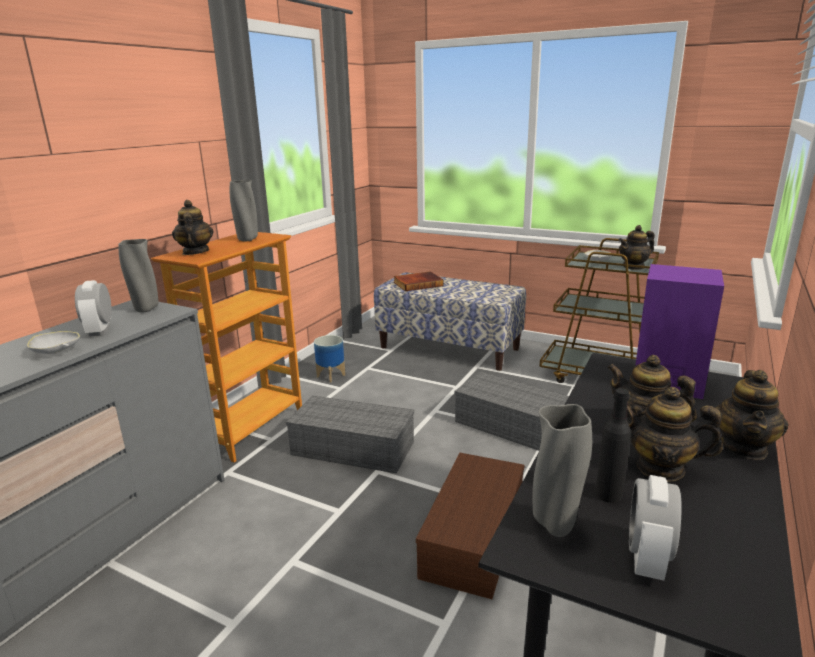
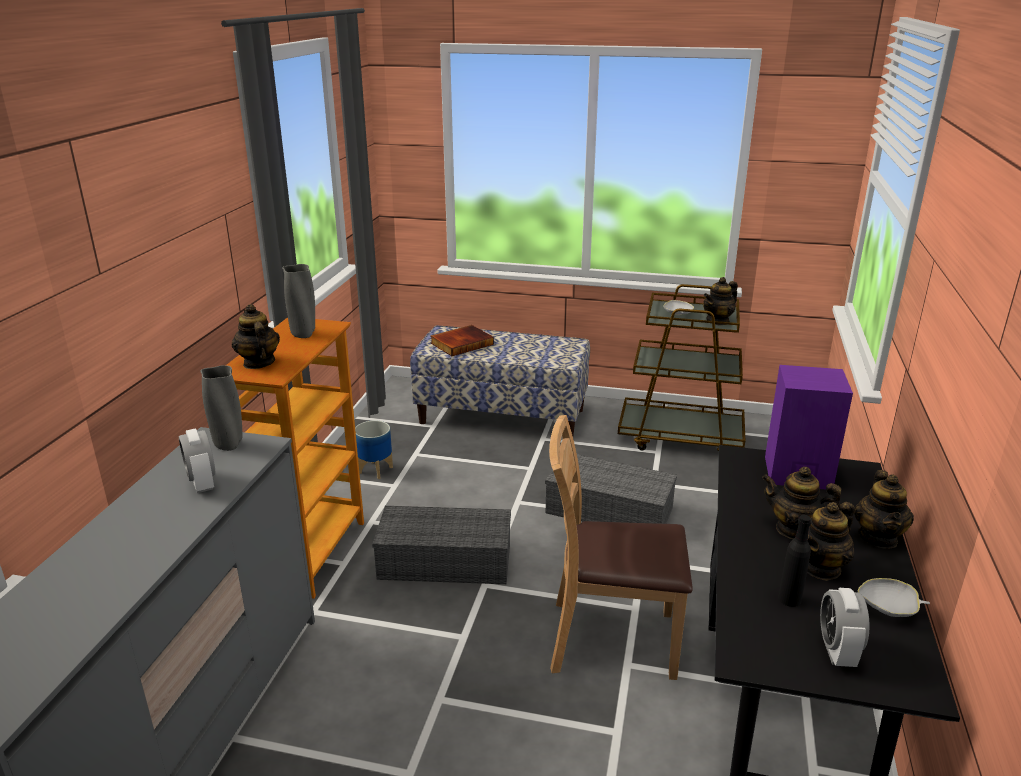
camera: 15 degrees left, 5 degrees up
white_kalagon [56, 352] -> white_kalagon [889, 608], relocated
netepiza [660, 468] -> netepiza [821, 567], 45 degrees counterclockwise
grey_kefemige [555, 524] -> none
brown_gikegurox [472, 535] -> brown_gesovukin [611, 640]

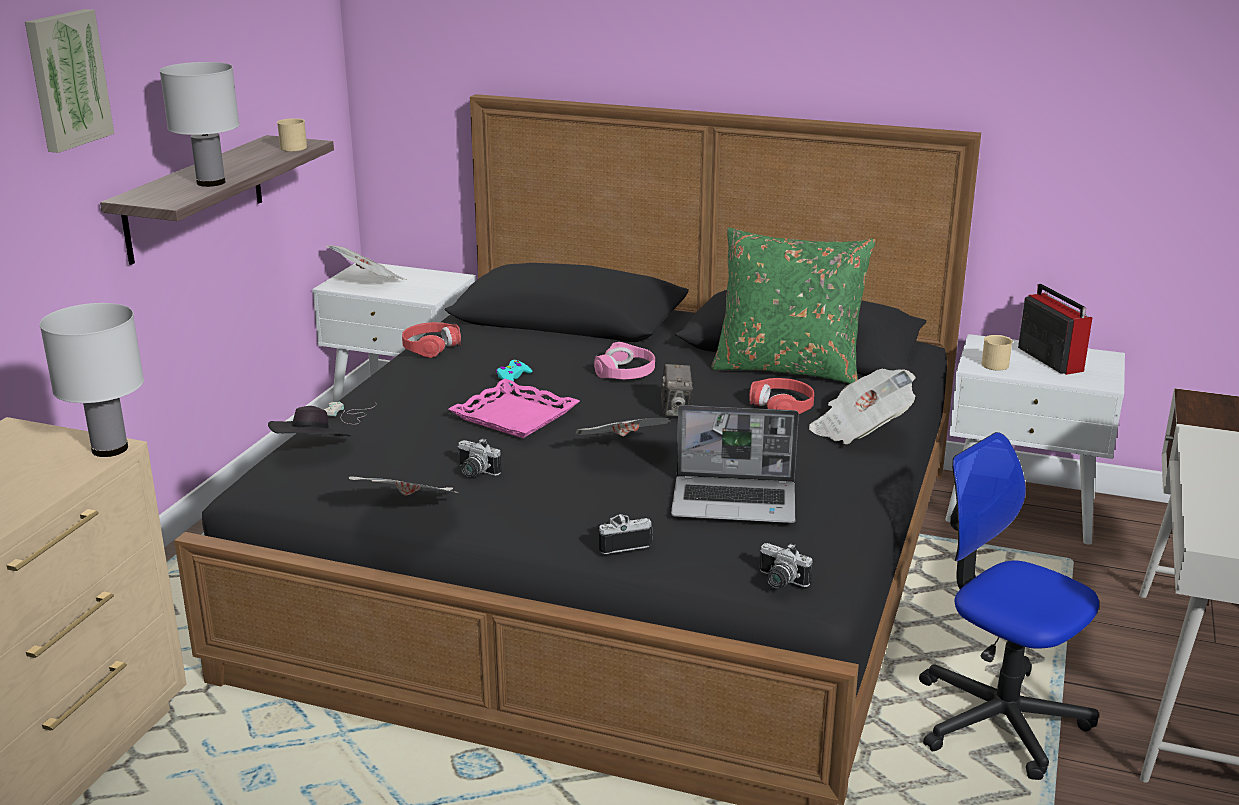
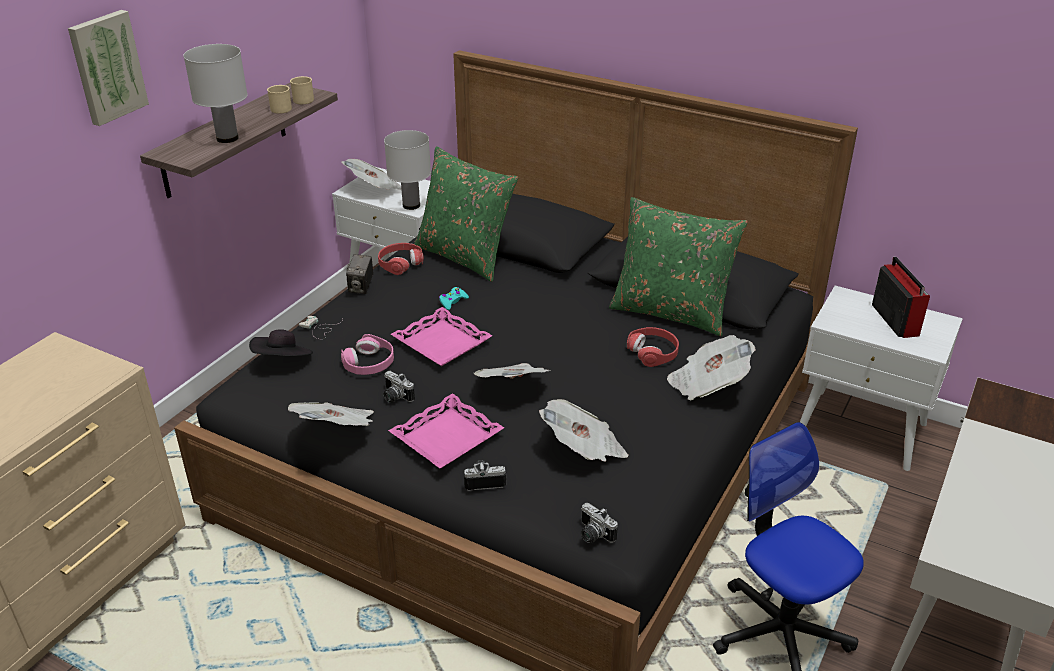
camera: 10 degrees right, 10 degrees up
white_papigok [110, 448] -> white_papigok [411, 205], relocated
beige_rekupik [993, 363] -> beige_rekupik [282, 108], relocated
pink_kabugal [626, 372] -> pink_kabugal [369, 363], relocated
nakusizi [676, 411] -> nakusizi [361, 287], relocated
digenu [735, 502] -> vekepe [584, 449]
none -> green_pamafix [465, 256]
none -> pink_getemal [446, 437]

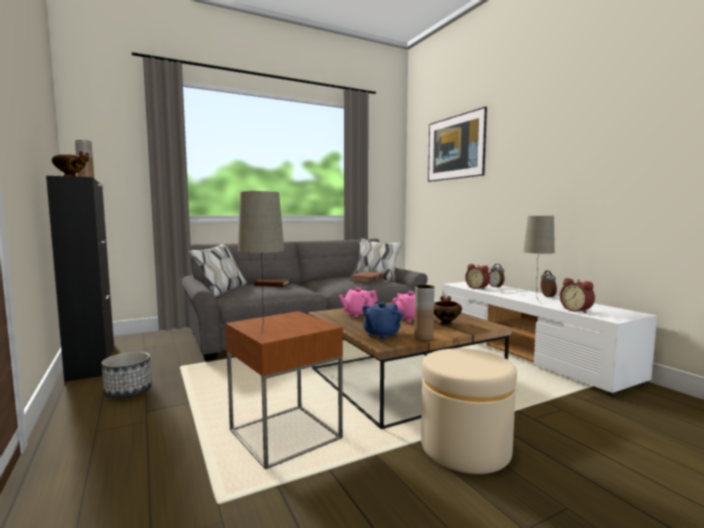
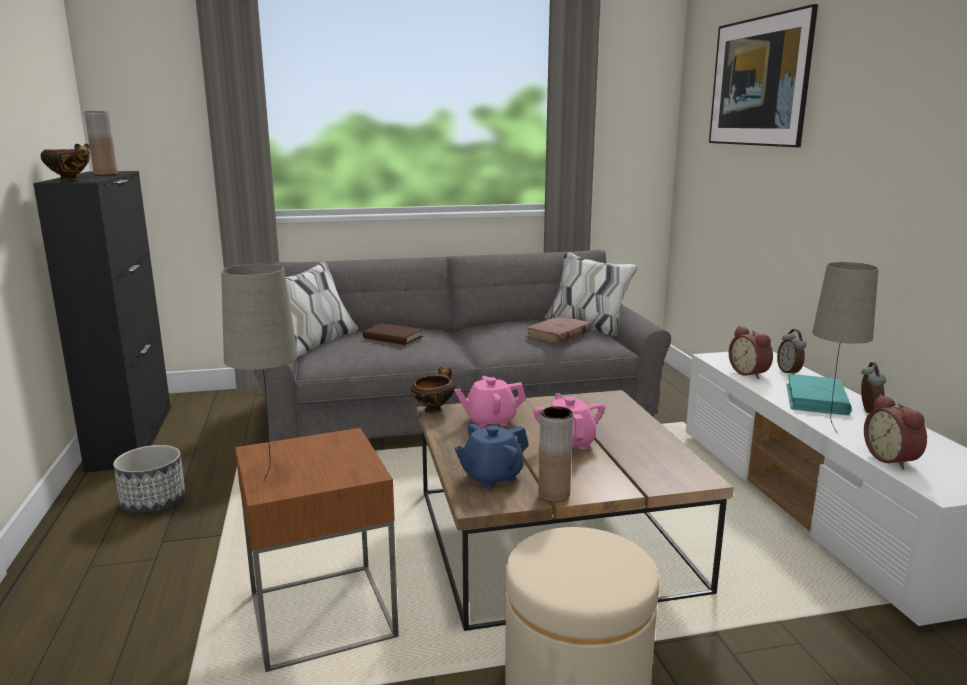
camera: 15 degrees right, 10 degrees up
kalagon [445, 324] -> kalagon [434, 410], relocated
none -> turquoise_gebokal [816, 399]

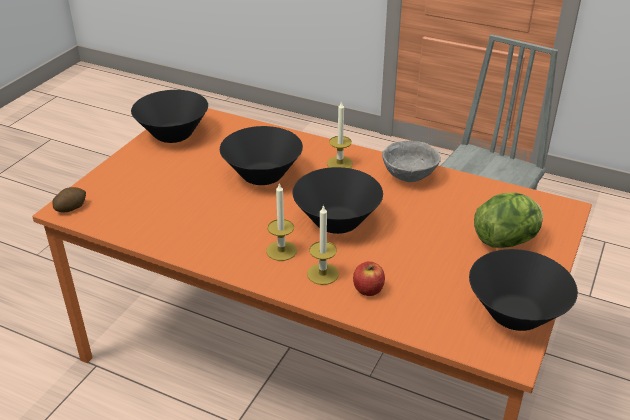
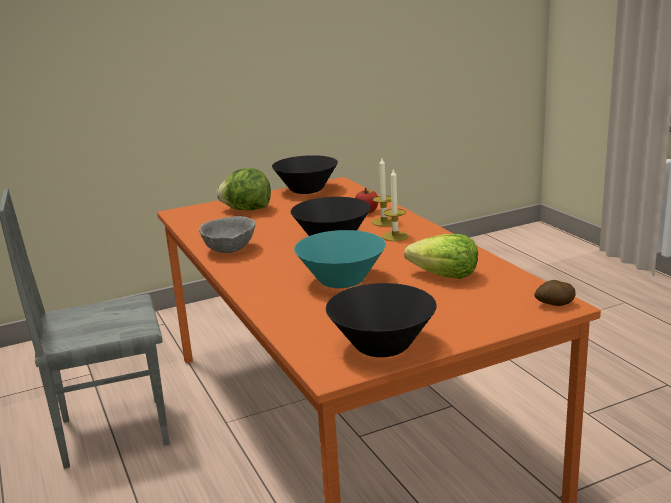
camera: 140 degrees left, 15 degrees down
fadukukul [339, 163] -> none
black_kalagon [262, 175] -> turquoise_kalagon [341, 281]
none -> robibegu [445, 275]

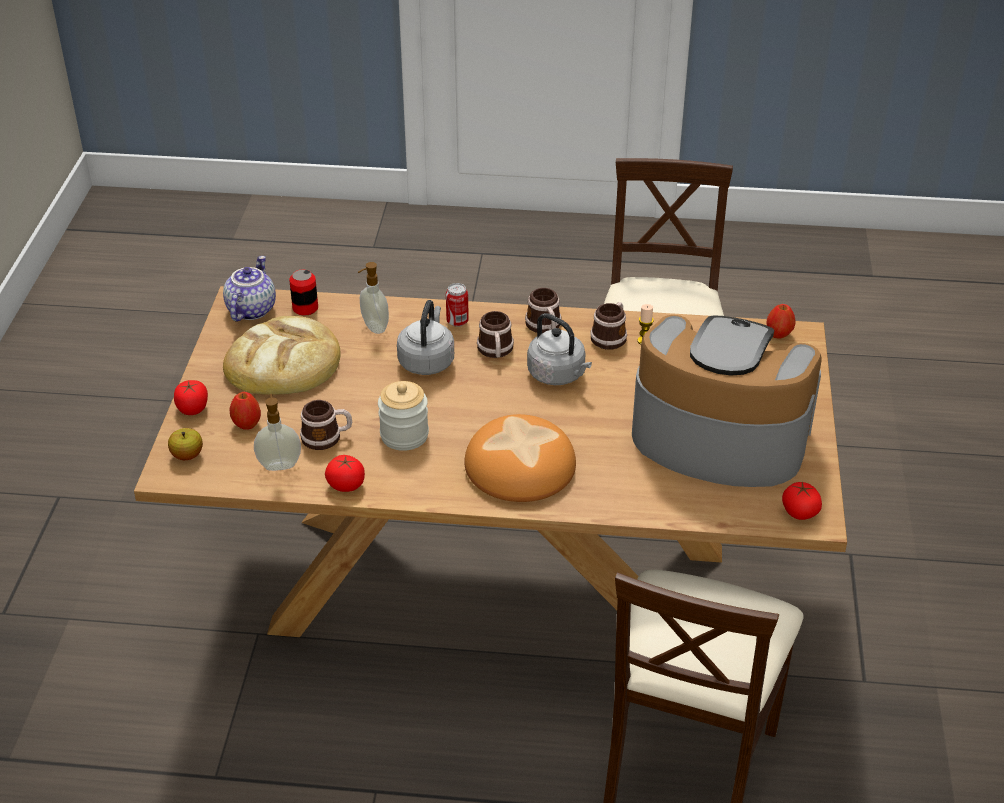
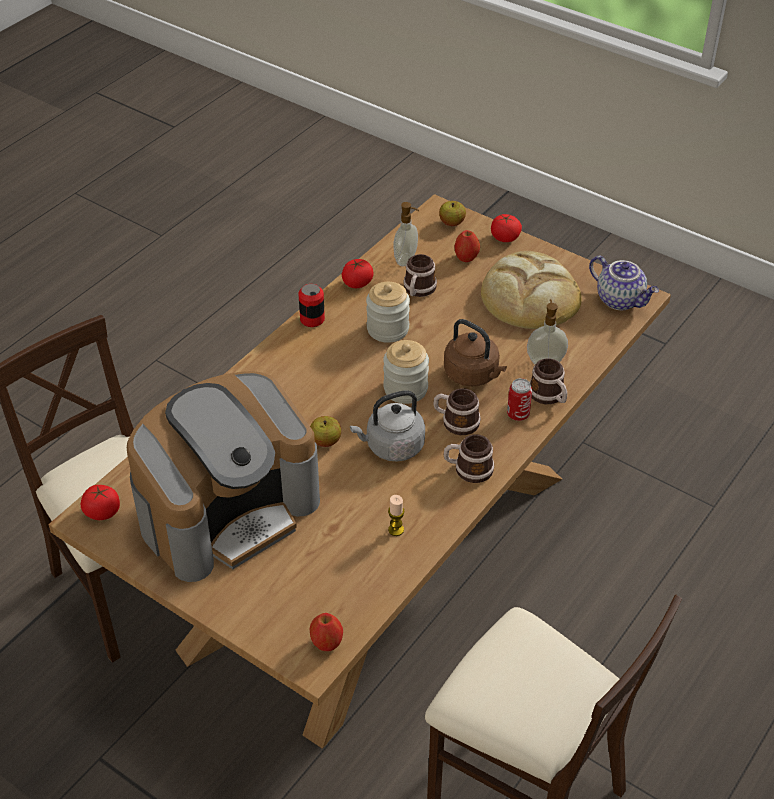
camera: 120 degrees right, 5 degrees up
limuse [305, 308] -> limuse [312, 319], relocated
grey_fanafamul [427, 361] -> brown_fanafamul [473, 375]
rekupik [610, 336] -> rekupik [549, 396], relocated
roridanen [518, 466] -> none
none -> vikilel [405, 389]
none -> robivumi [325, 441]

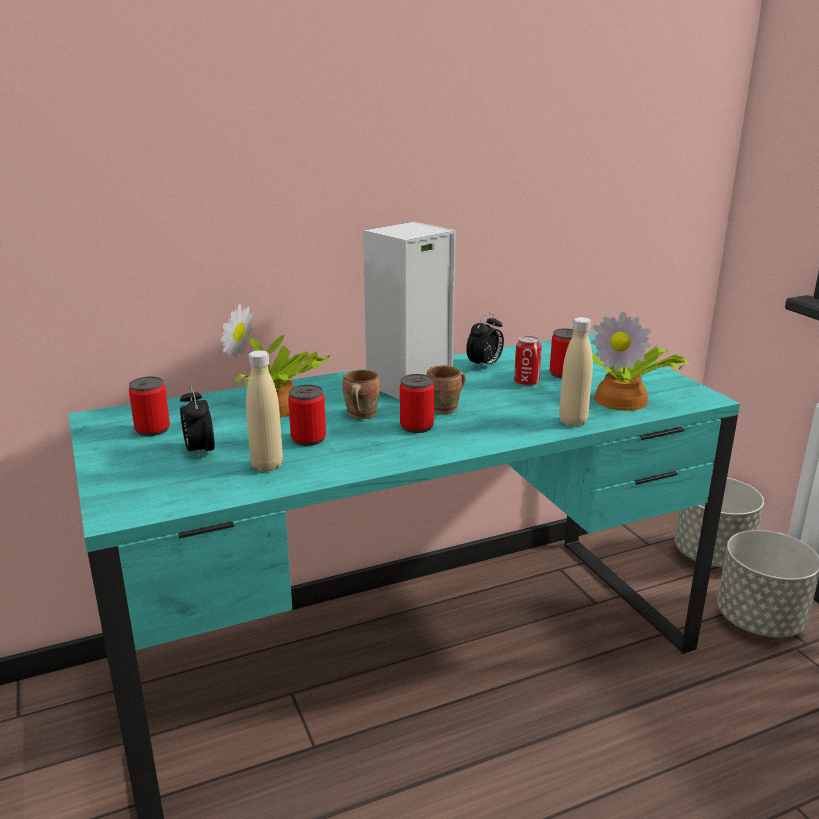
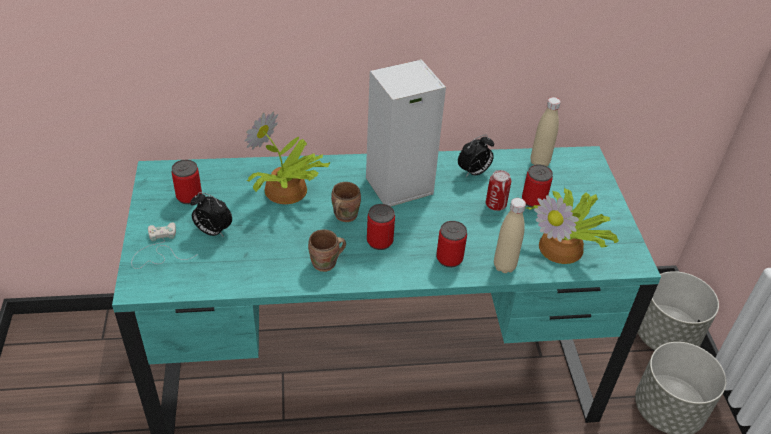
camera: 15 degrees right, 20 degrees up
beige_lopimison [267, 465] -> beige_lopimison [539, 162], relocated
brown_rekupik [446, 409] -> brown_rekupik [326, 264], relocated
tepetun [199, 451] -> tepetun [212, 231], 60 degrees counterclockwise
limuse [308, 439] -> limuse [449, 258], relocated
none -> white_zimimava [159, 250]

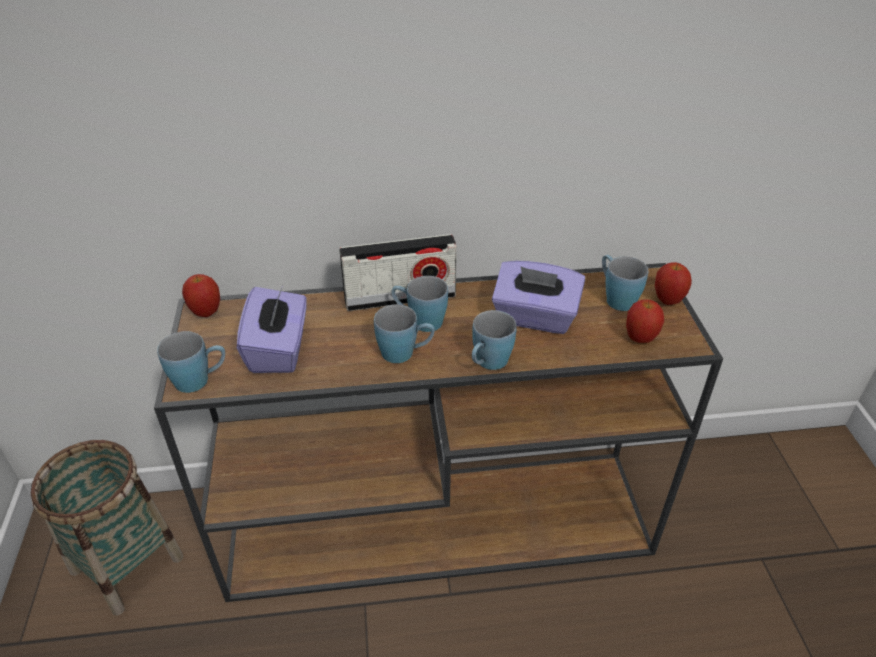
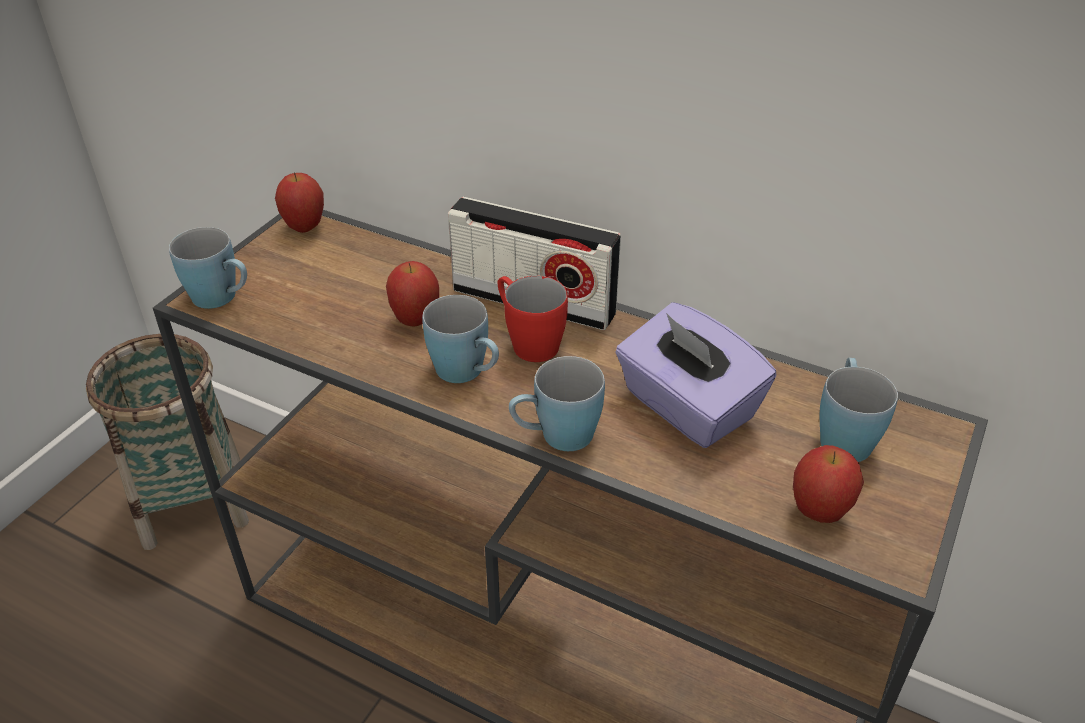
camera: 35 degrees right, 0 degrees up
robivumi [667, 300] -> robivumi [416, 320], relocated
blue_rekupik [419, 321] -> red_rekupik [527, 341]
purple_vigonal [279, 350] -> none

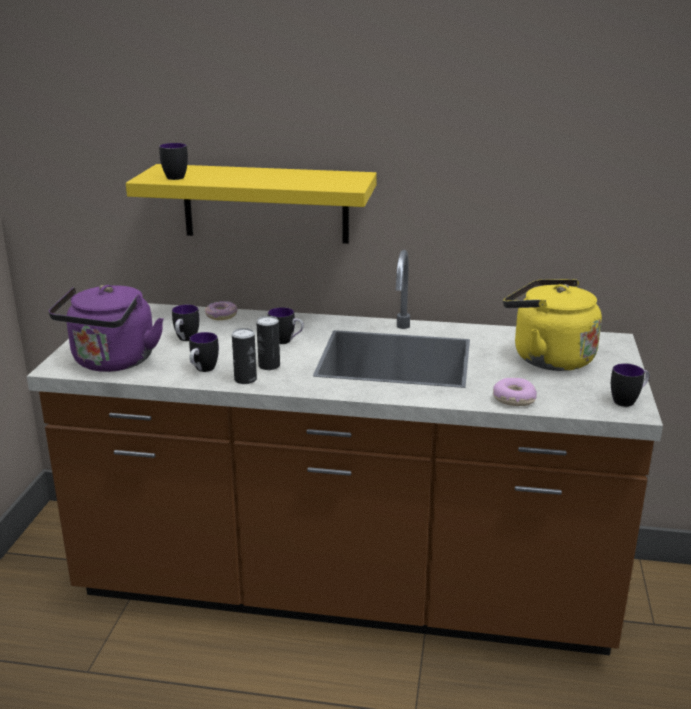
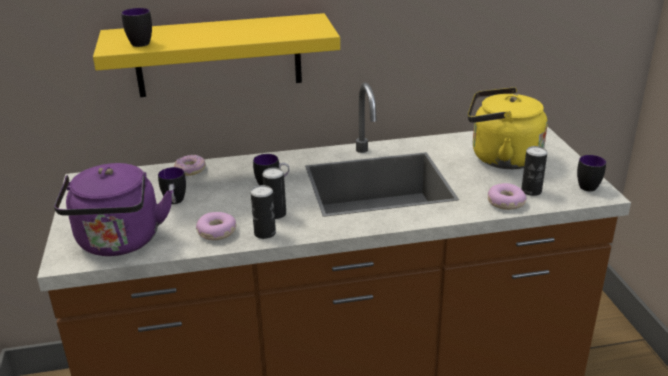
camera: 20 degrees left, 5 degrees up
rekupik [202, 370] -> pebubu [217, 232]
none -> limuse [531, 191]

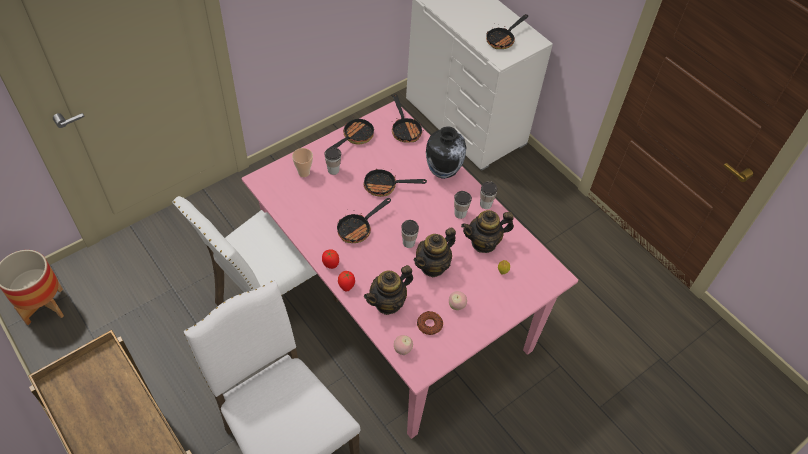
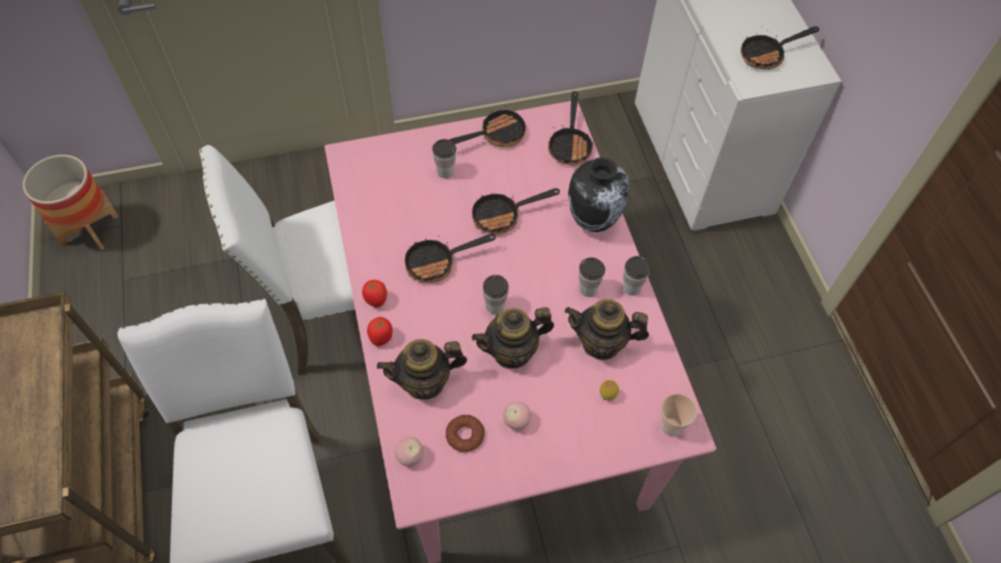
camera: 25 degrees right, 5 degrees up
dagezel [304, 172] -> dagezel [670, 426], relocated
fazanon [385, 186] -> fazanon [503, 216], 45 degrees counterclockwise

